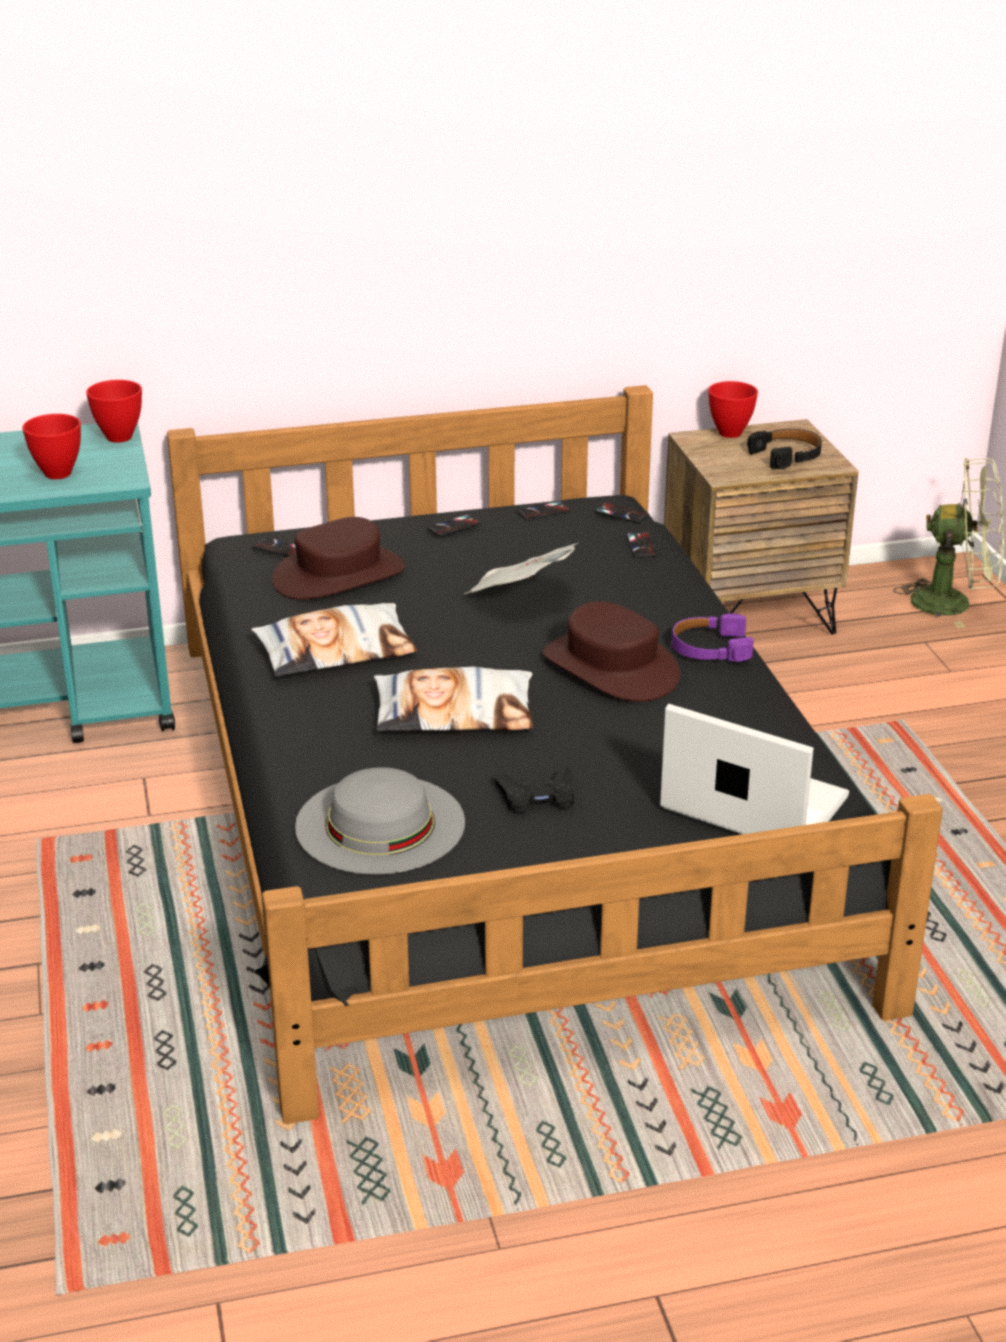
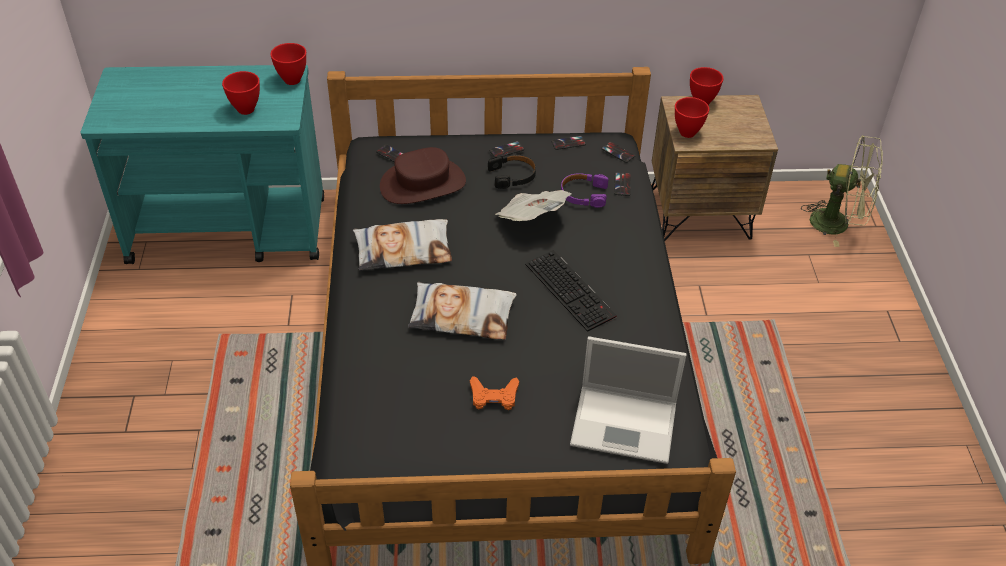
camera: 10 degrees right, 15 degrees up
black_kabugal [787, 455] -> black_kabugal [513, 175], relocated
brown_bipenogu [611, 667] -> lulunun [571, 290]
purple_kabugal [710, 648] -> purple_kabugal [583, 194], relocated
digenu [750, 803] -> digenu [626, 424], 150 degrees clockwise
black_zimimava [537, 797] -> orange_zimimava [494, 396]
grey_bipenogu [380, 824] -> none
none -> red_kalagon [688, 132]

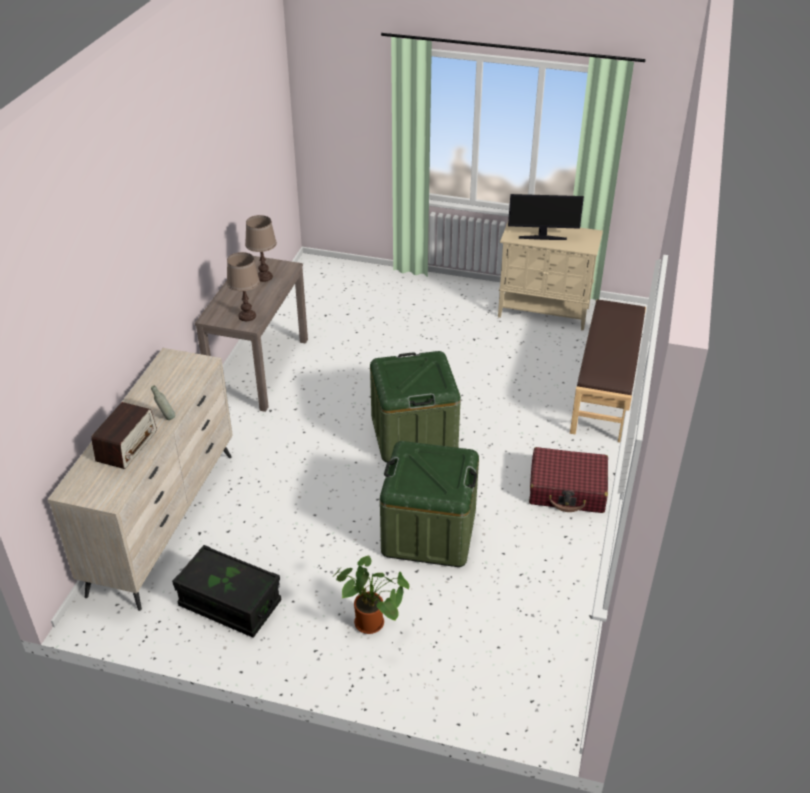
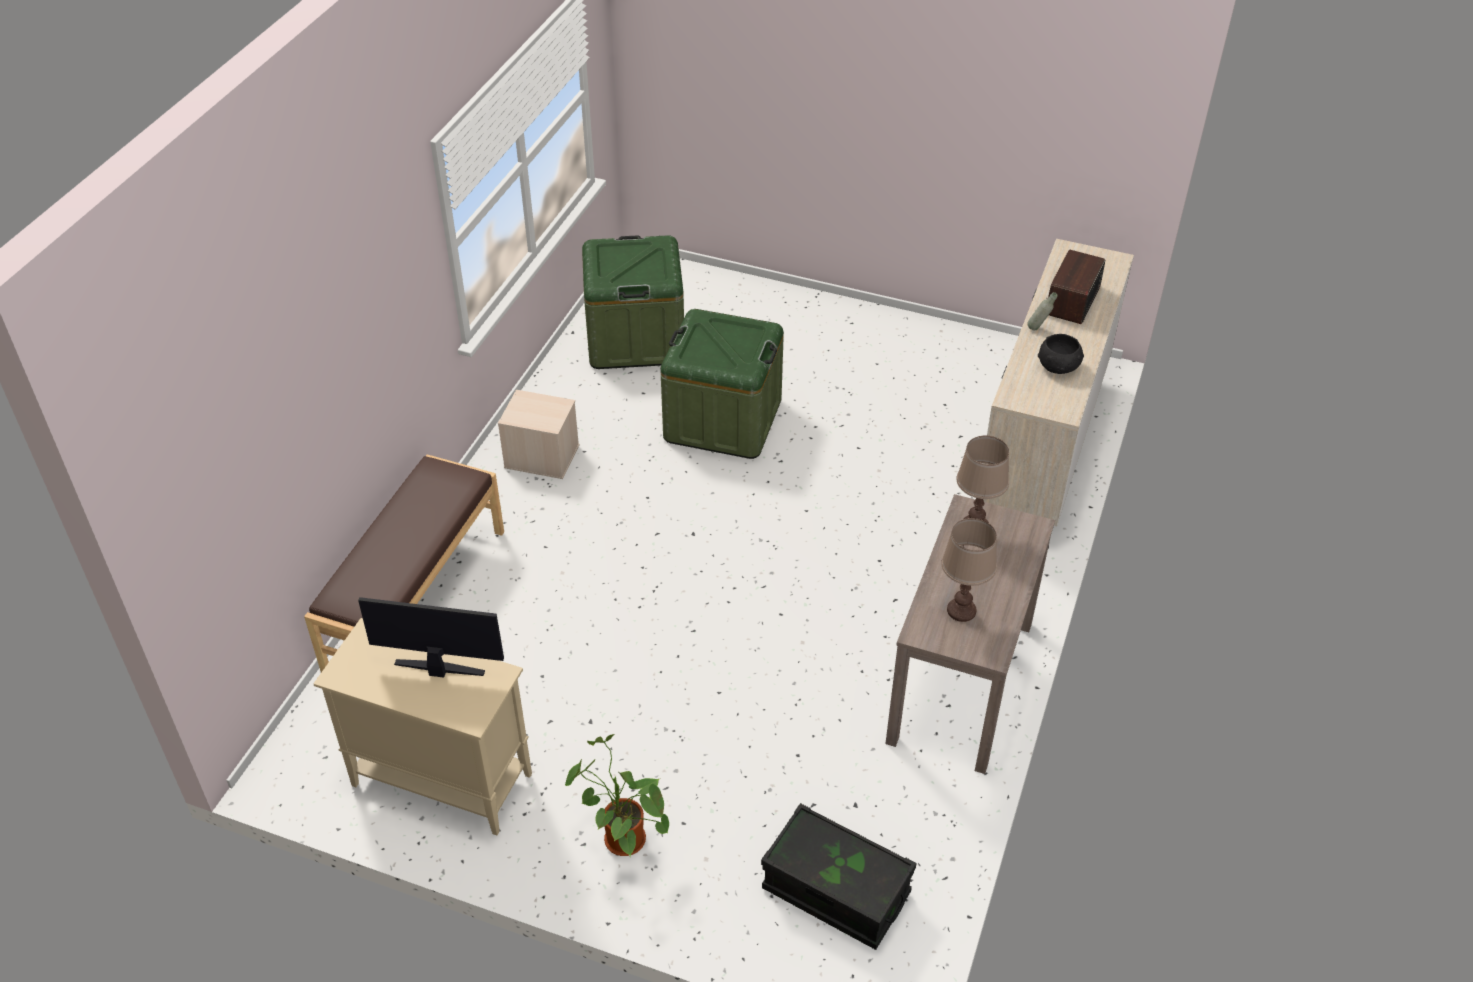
camera: 175 degrees left, 5 degrees up
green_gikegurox [414, 434] -> green_gikegurox [635, 338], relocated
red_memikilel [567, 489] -> beige_gikegurox [540, 457]
black_gikegurox [230, 604] -> black_gikegurox [836, 892], relocated
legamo [373, 624] -> legamo [620, 839], relocated
none -> black_kalagon [1059, 367]

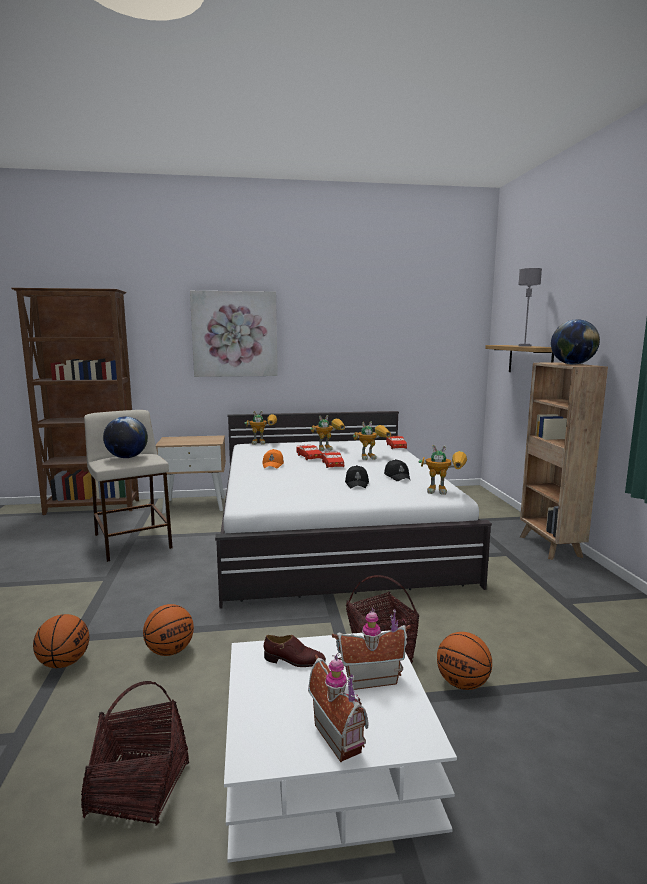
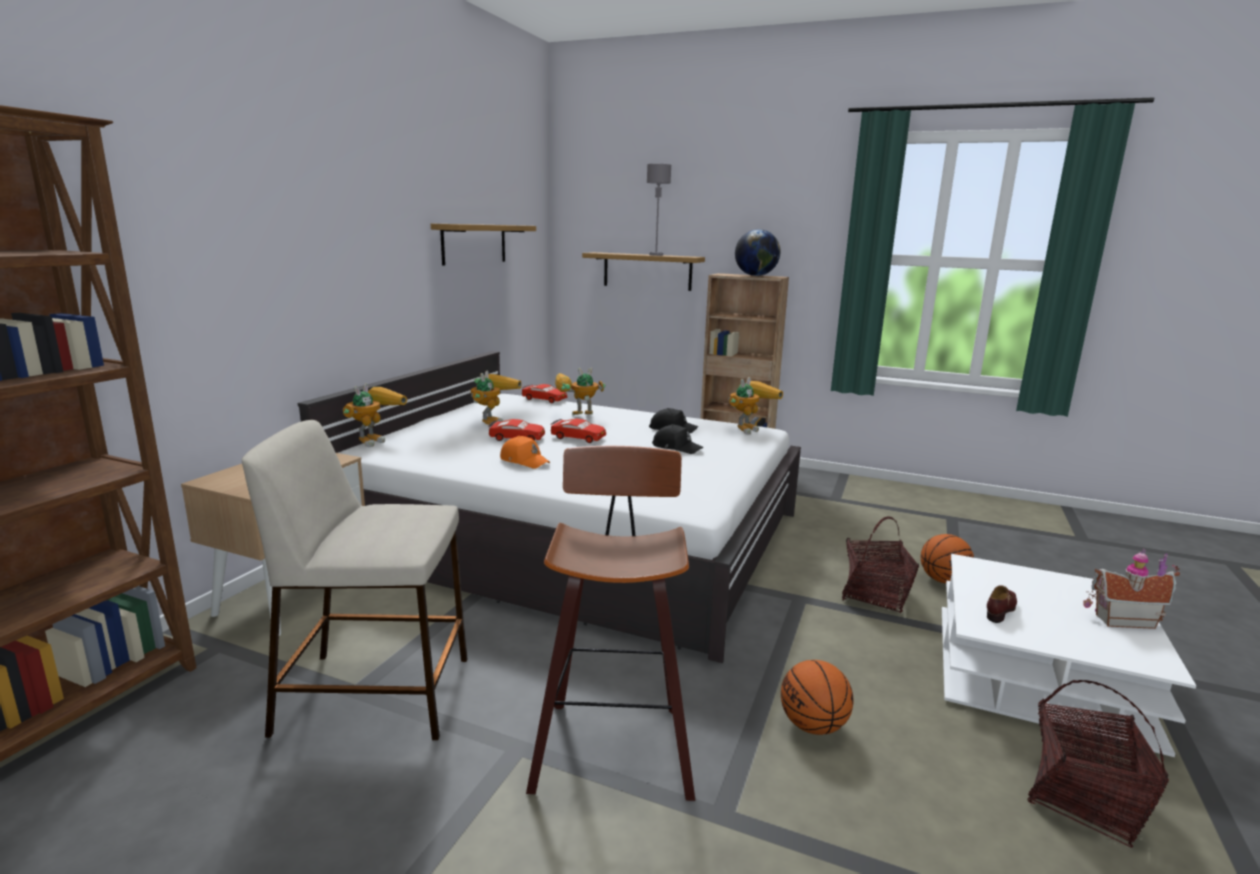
camera: 60 degrees left, 5 degrees up
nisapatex [235, 334] -> none
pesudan [127, 457] -> none
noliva [373, 457] -> noliva [575, 417], 120 degrees counterclockwise
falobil [369, 677] -> none
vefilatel [64, 663] -> none
none -> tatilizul [474, 244]
none -> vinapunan [613, 744]

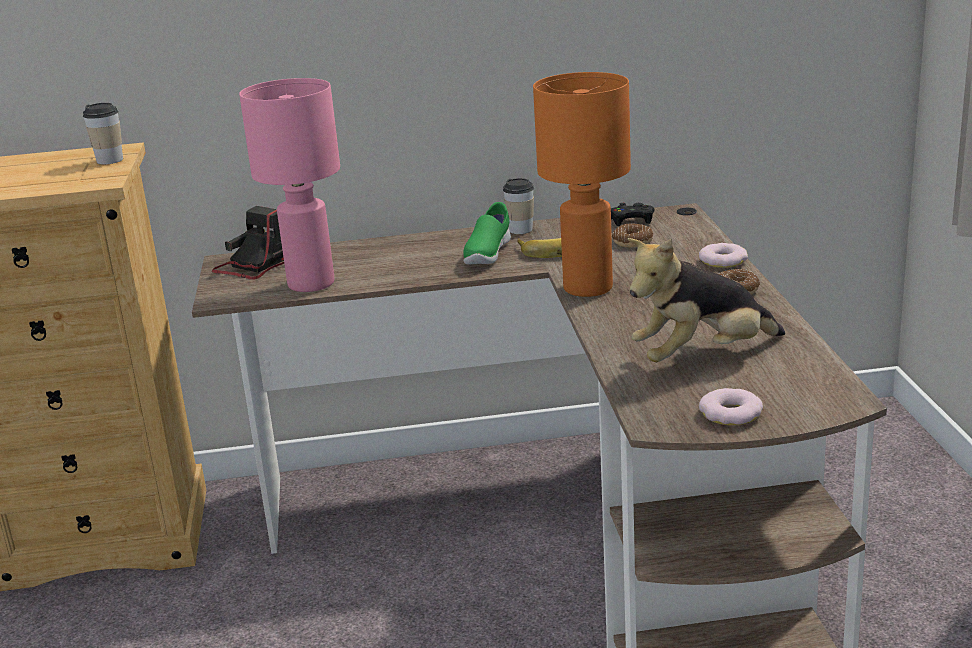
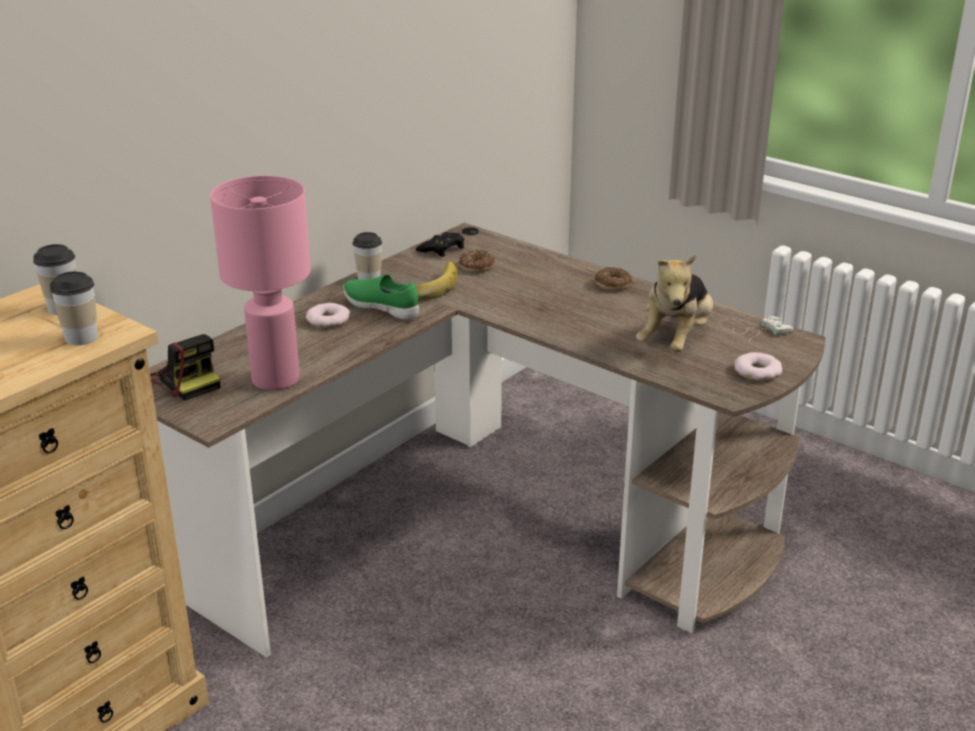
camera: 45 degrees left, 5 degrees up
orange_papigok [586, 288] -> none
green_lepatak [487, 255] -> green_lepatak [382, 309], 150 degrees clockwise
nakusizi [254, 265] -> nakusizi [186, 380], 150 degrees clockwise
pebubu [723, 260] -> pebubu [328, 320], relocated
none -> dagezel [81, 338]
none -> white_zimimava [753, 331]

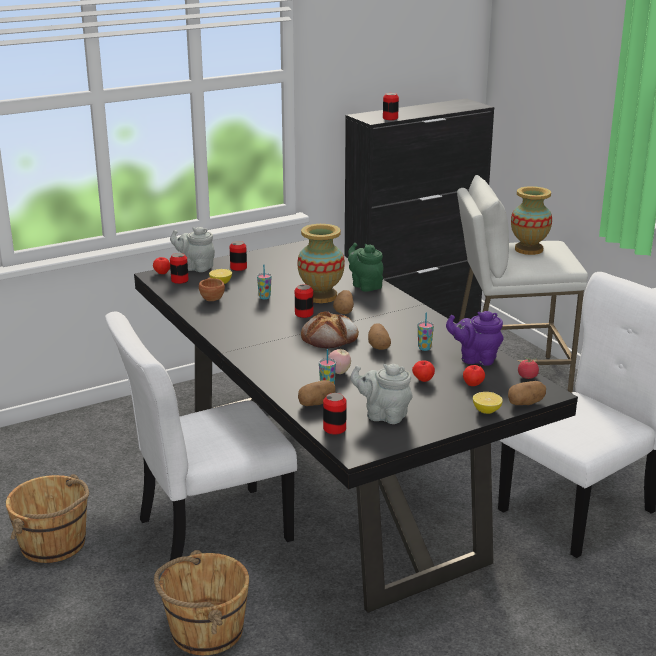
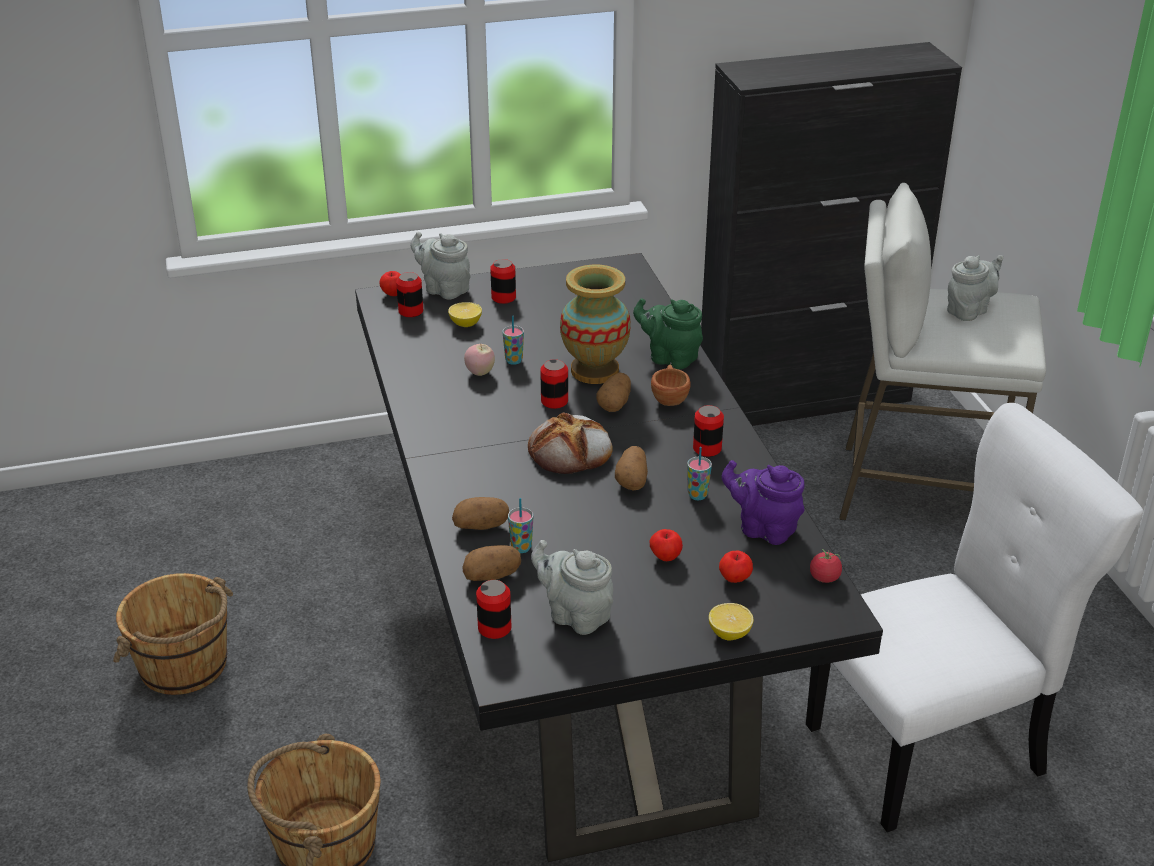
camera: 15 degrees right, 10 degrees up
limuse [390, 118] -> limuse [707, 449], relocated
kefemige [528, 250] -> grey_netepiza [969, 310]
green_netepiza [365, 285] -> green_netepiza [670, 358], 45 degrees counterclockwise
brown_dagezel [211, 298] -> brown_dagezel [669, 398], relocated
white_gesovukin [208, 531] -> none
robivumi [339, 372] -> robivumi [480, 373], relocated
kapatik [526, 403] -> kapatik [481, 526], relocated

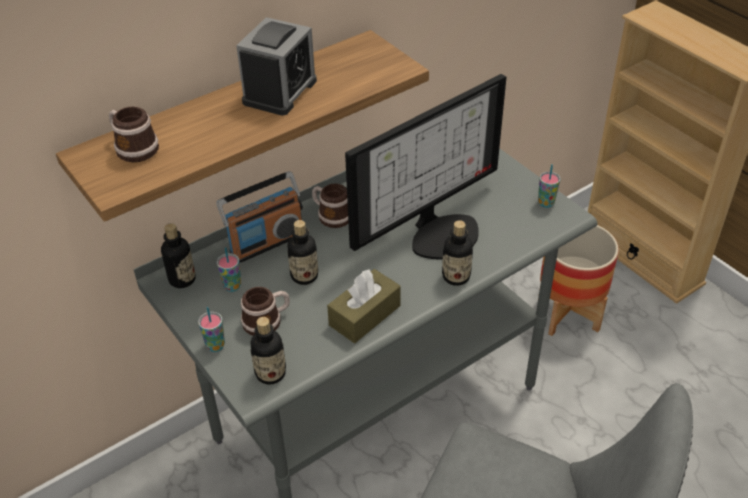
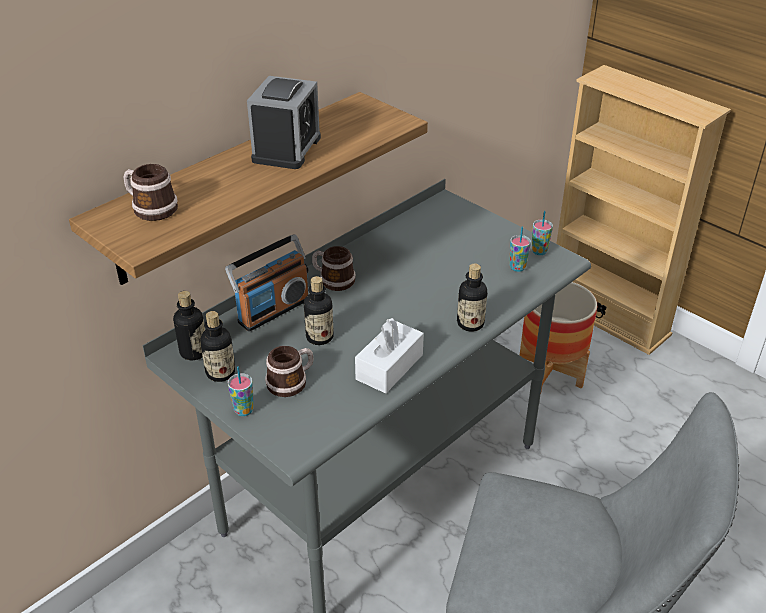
camera: 10 degrees left, 5 degrees down
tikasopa [440, 232] -> none
dagezel [232, 286] -> dagezel [517, 267], relocated
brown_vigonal [365, 315] -> white_vigonal [389, 367]
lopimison [270, 373] -> lopimison [220, 373], relocated

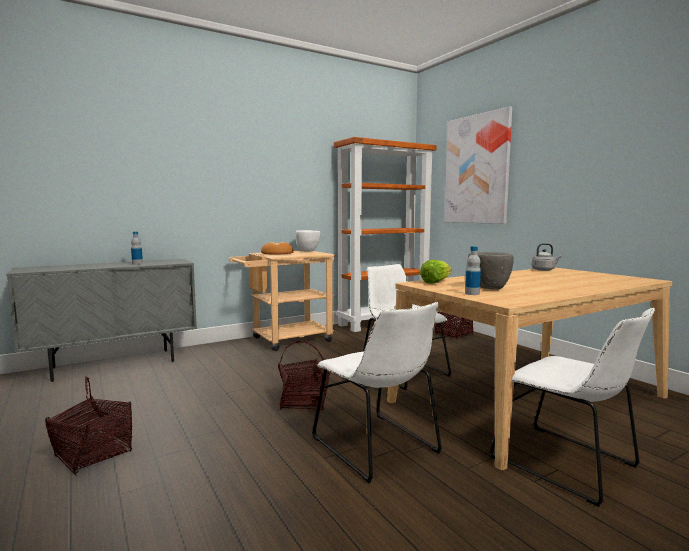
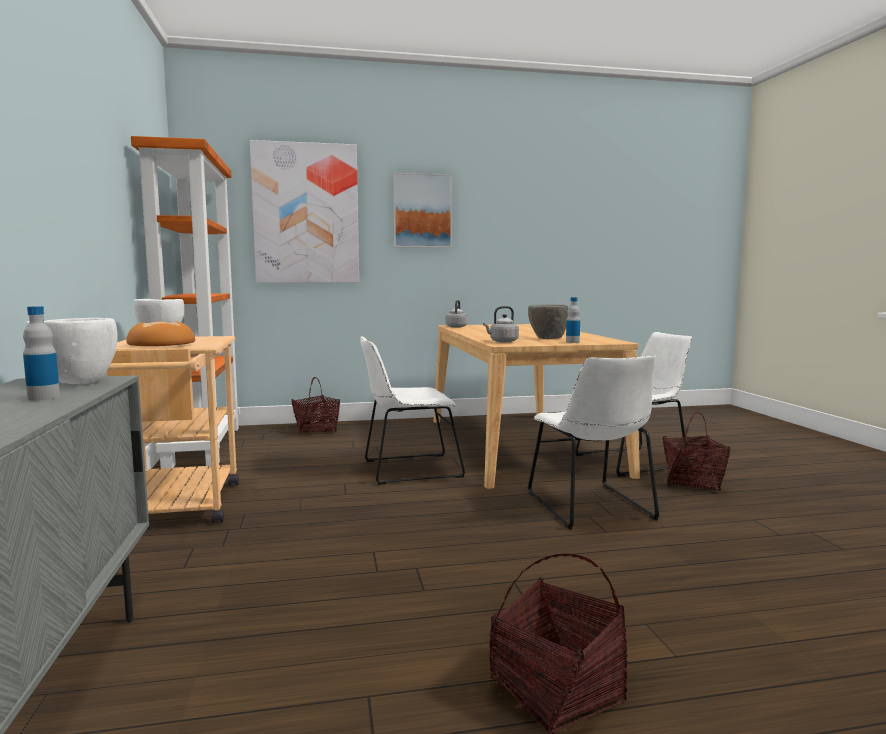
camera: 70 degrees left, 0 degrees up
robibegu [435, 282] -> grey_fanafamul [502, 341]
white_gesovukin [378, 447] -> white_gesovukin [591, 508], 90 degrees clockwise
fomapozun [304, 402] -> fomapozun [693, 482], relocated
none -> nisapatex [422, 211]
none -> white_kalagon [77, 382]

